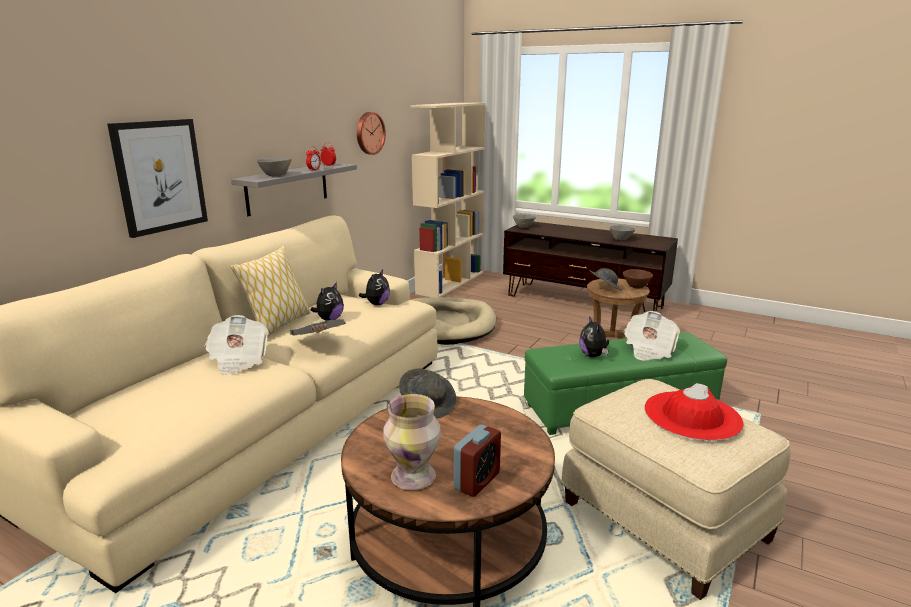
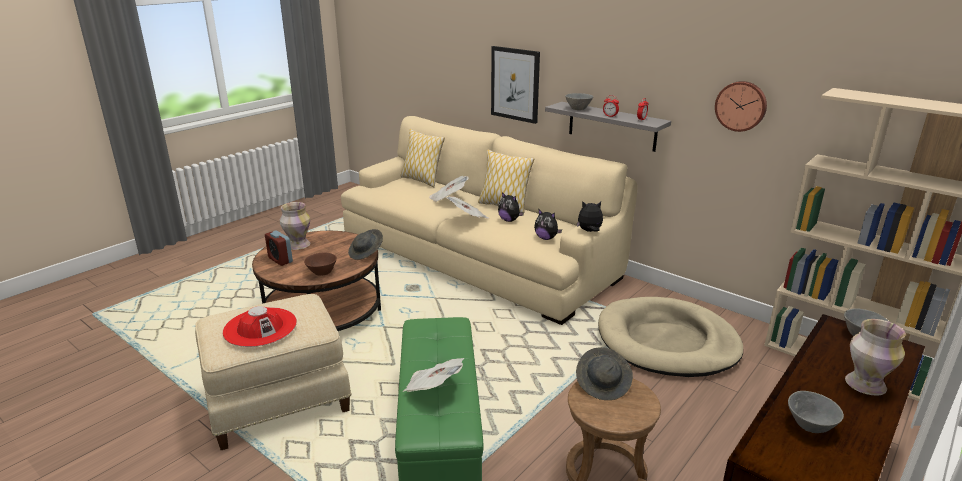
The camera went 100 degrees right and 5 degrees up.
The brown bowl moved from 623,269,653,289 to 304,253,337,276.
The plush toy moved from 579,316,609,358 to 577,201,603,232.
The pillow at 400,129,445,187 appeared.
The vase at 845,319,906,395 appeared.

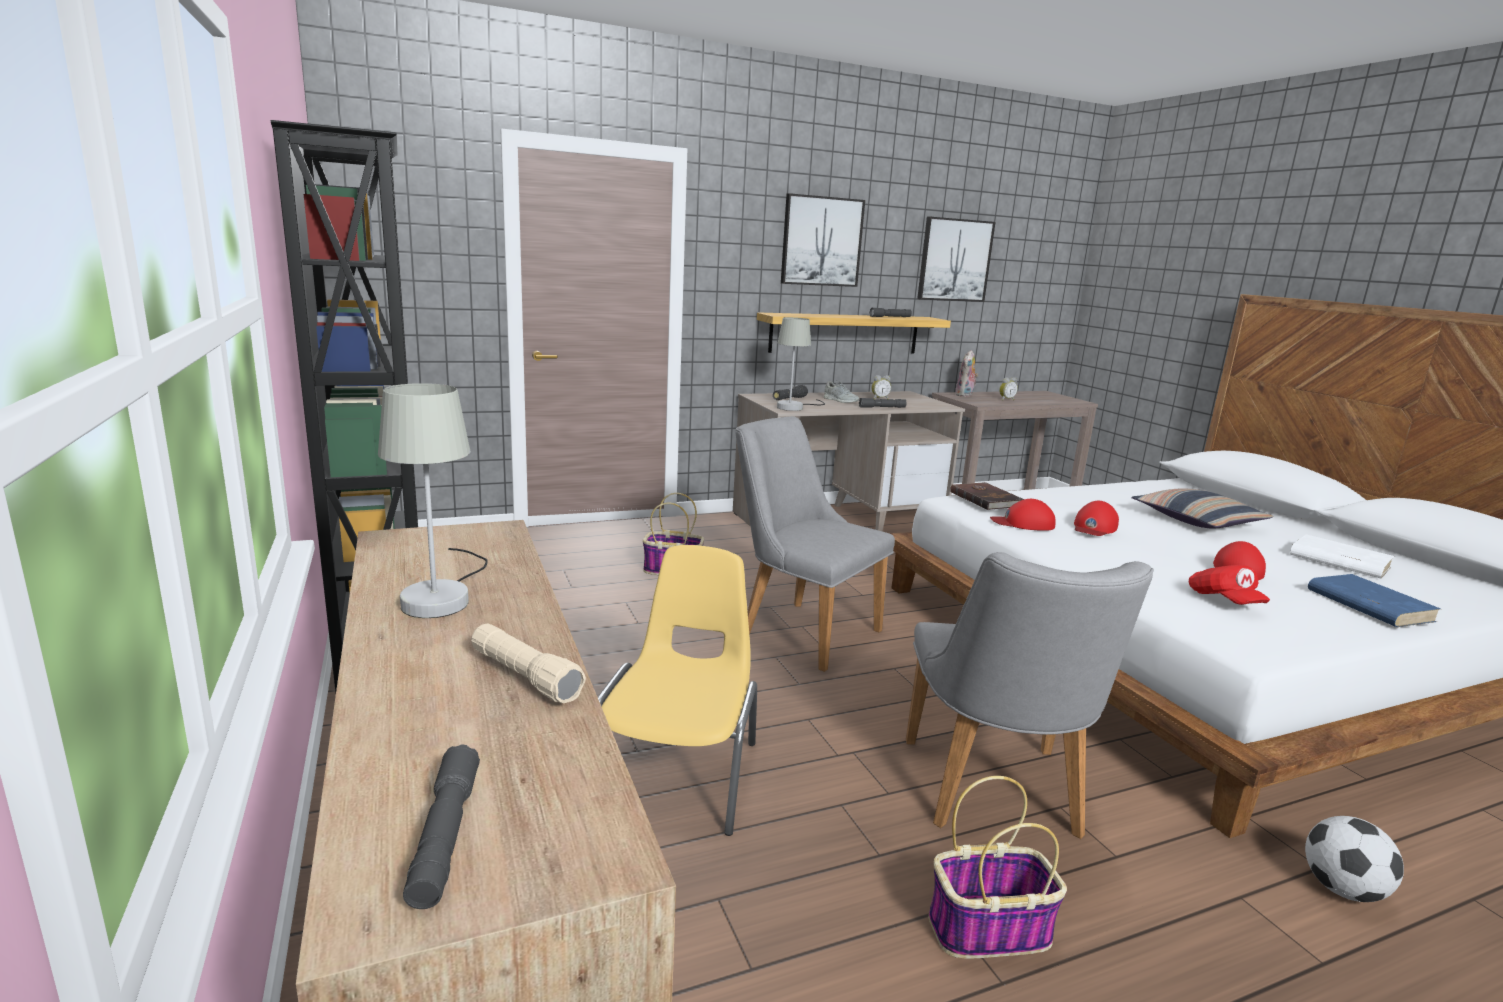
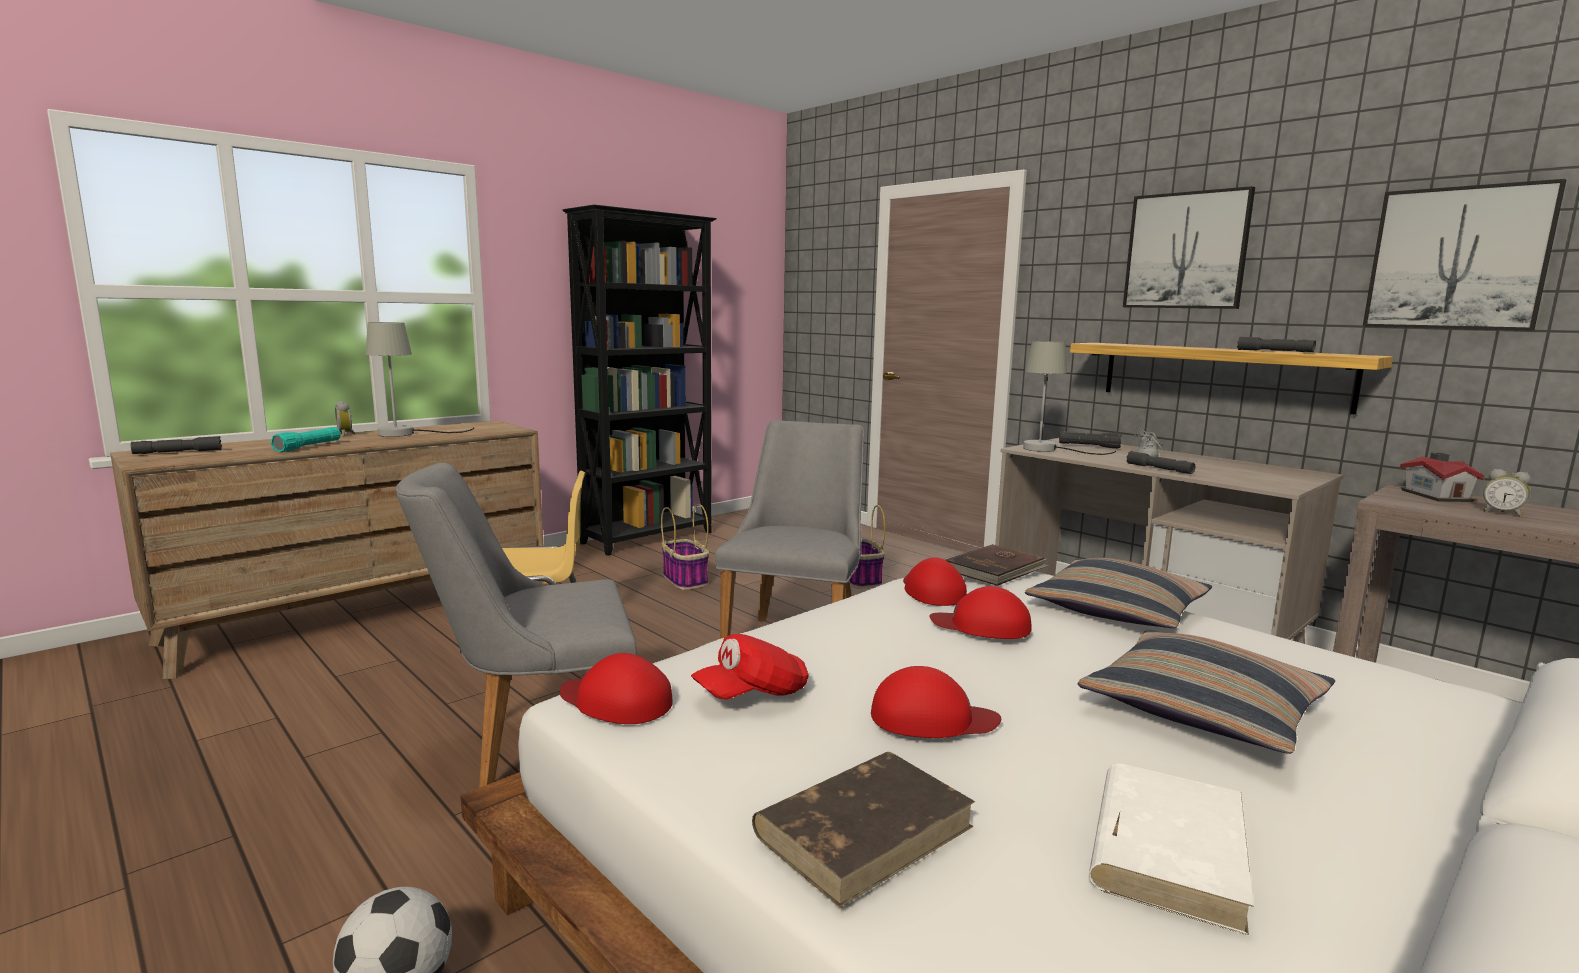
The camera went 70 degrees right and 5 degrees down.
The plush toy at 956,350,978,397 was replaced by the toy house at 1400,453,1485,502.
The alarm clock moved from 871,375,891,399 to 335,401,355,436.
The blue book at 1308,574,1441,627 became the brown book at 752,752,975,907.
The beige flashlight at 471,623,586,703 became the turquoise flashlight at 271,427,341,452.
The basket moved from 929,776,1067,958 to 661,504,709,590.
The pillow at 1025,558,1212,628 appeared.
The red cap at 560,653,673,724 appeared.

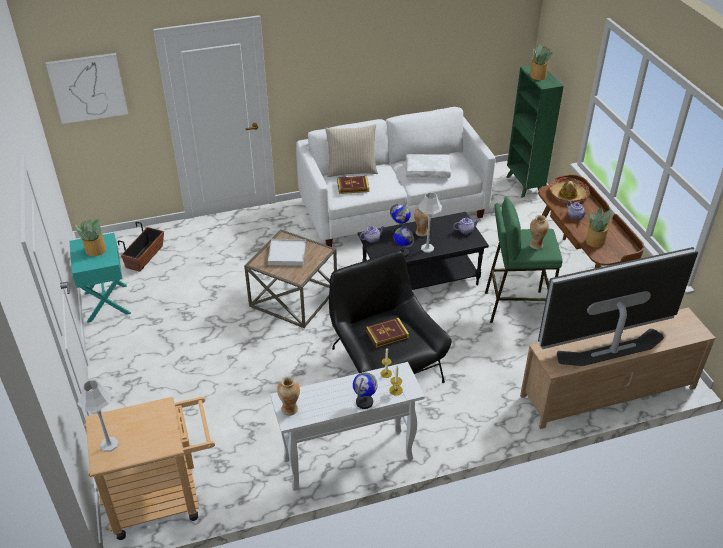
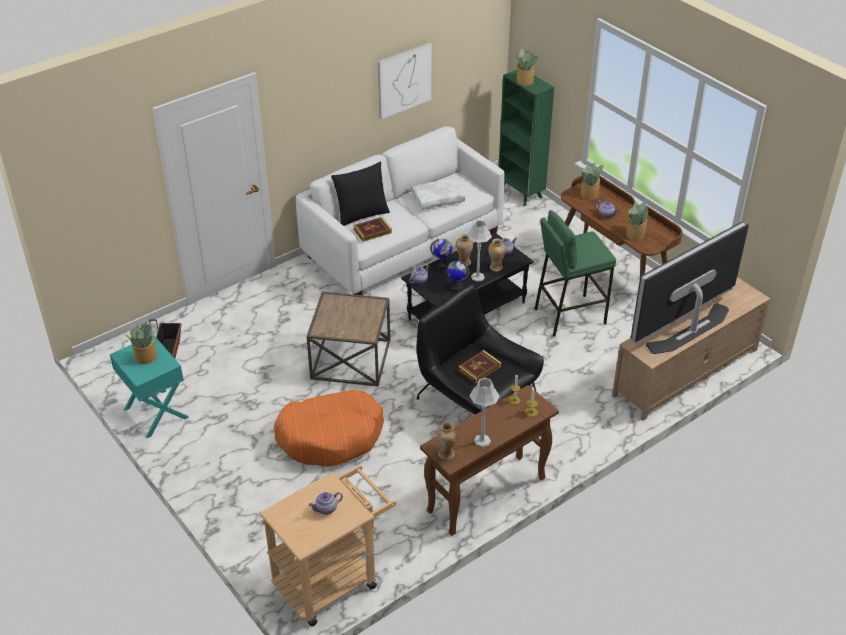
The camera went 20 degrees left and 0 degrees up.
The picture moved from 46,53,128,124 to 378,42,432,120.
The beige pillow at 325,124,378,177 became the black pillow at 331,162,390,226.
The hat at 549,177,590,202 was replaced by the potted plant at 580,162,603,200.
The vase moved from 530,215,549,249 to 488,239,506,271.
The white tray at 268,239,306,266 disappeared.
The white console table at 270,362,425,491 became the brown console table at 420,385,559,536.
The globe at 353,372,378,409 disappeared.
The grey table lamp moved from 78,380,119,452 to 469,378,500,447.
The orange dog bed at 274,390,384,467 appeared.
The teapot at 309,492,343,515 appeared.

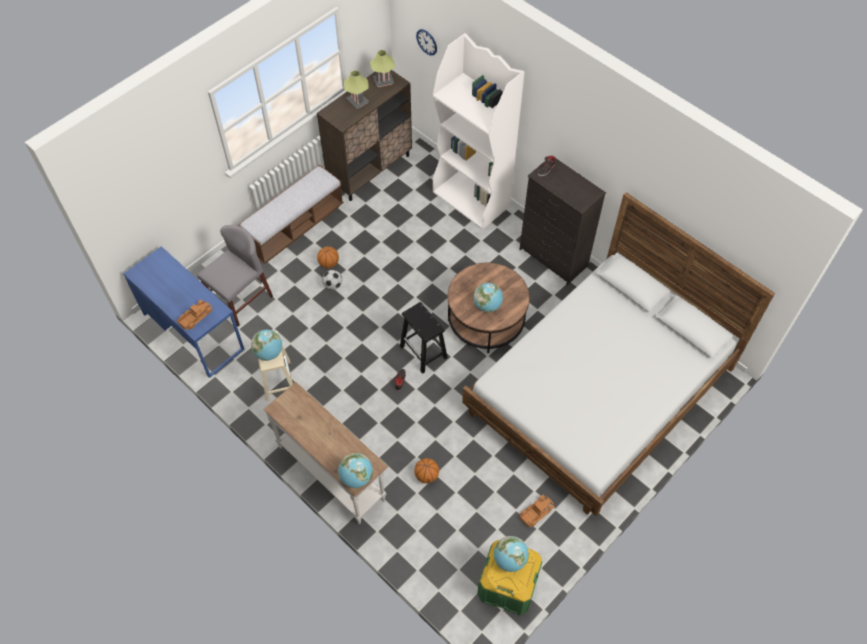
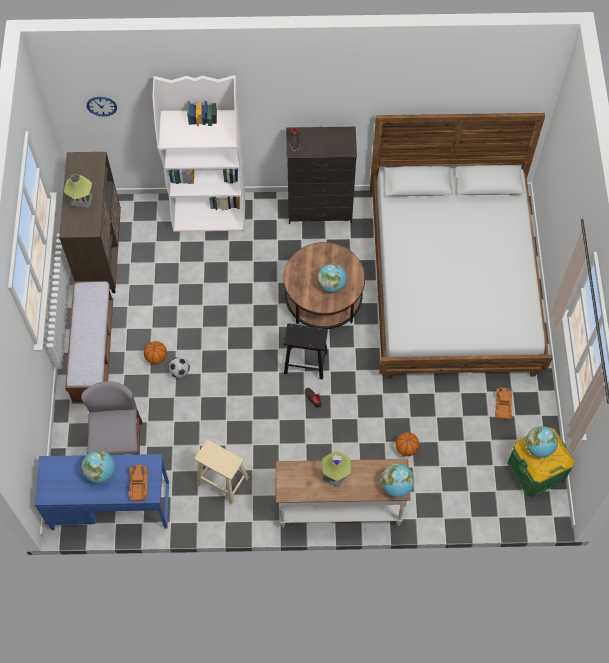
The camera went 45 degrees left and 5 degrees up.
The table lamp moved from 370,50,395,87 to 322,451,351,487.
The globe moved from 251,330,282,361 to 82,450,115,483.

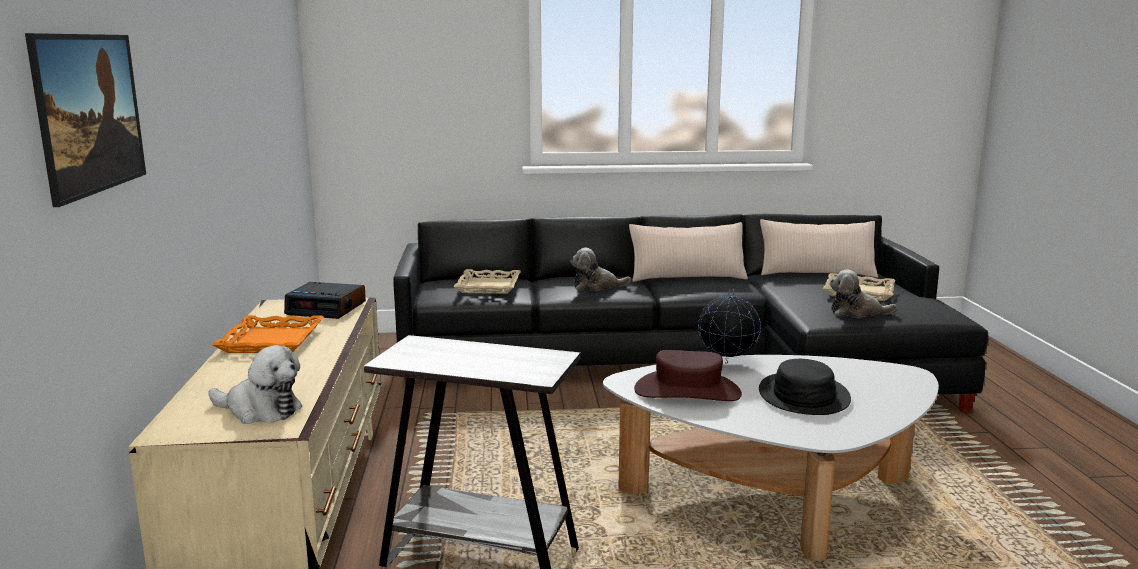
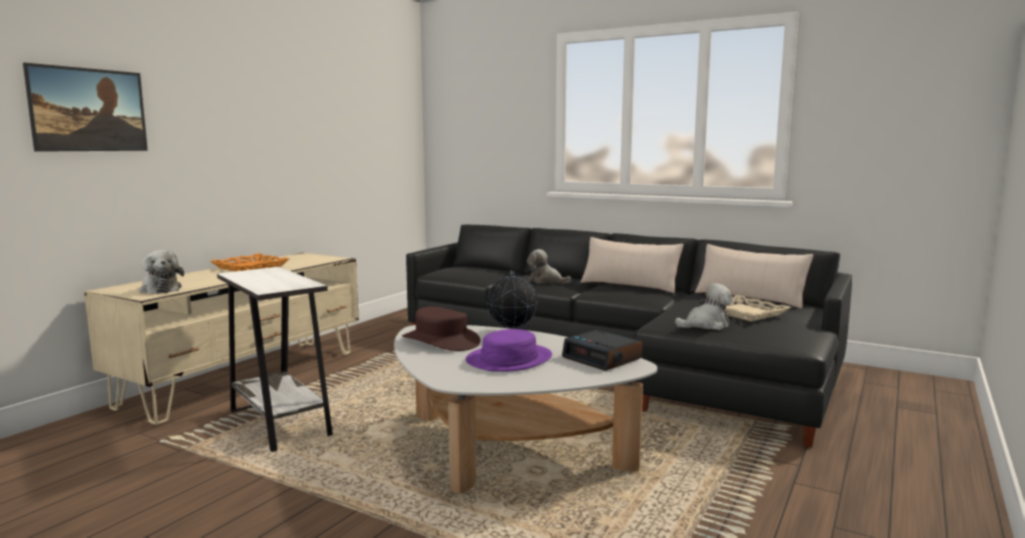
The camera went 35 degrees right and 5 degrees down.
The beige tray at 453,269,521,294 disappeared.
The plush toy at 830,270,897,318 turned 120 degrees clockwise.
The alarm clock moved from 284,282,366,319 to 562,330,643,371.
The black hat at 759,359,851,415 became the purple hat at 466,329,552,372.

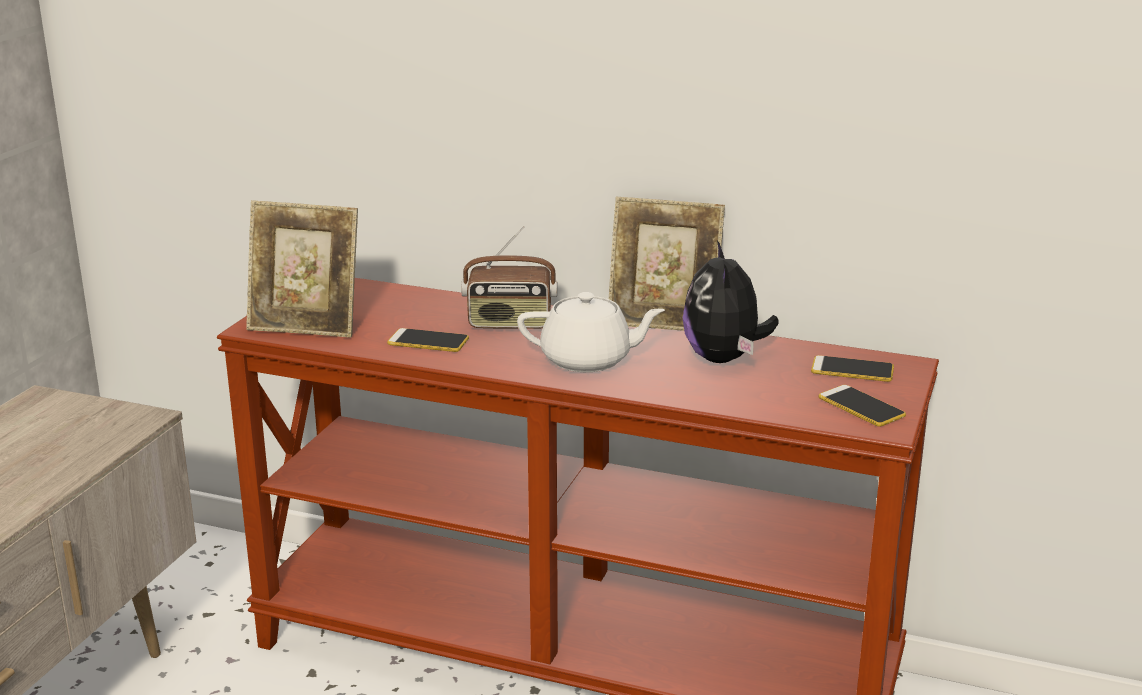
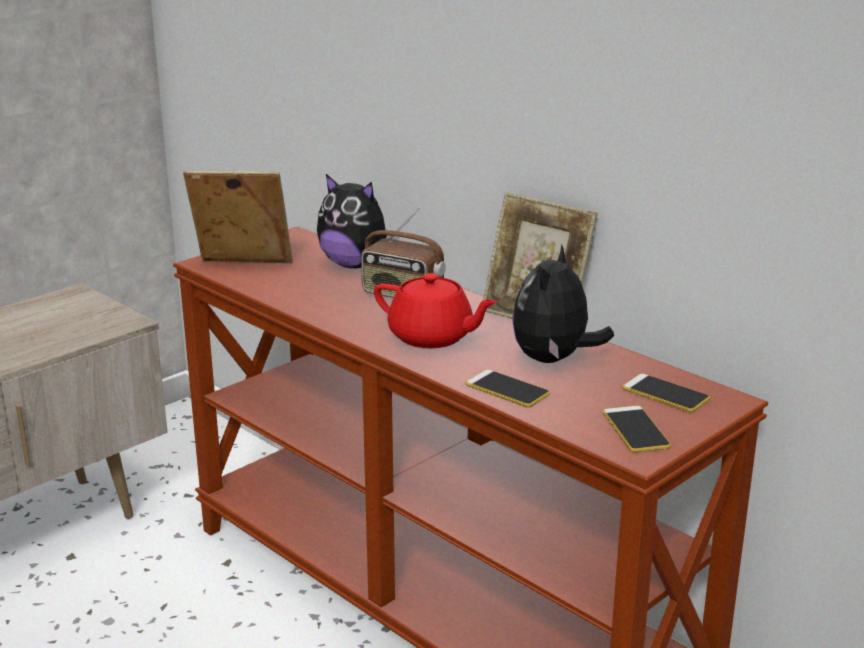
The camera went 25 degrees right and 0 degrees up.
The picture frame at 246,200,358,337 turned 150 degrees clockwise.
The white teapot at 517,292,665,372 became the red teapot at 374,273,497,349.
The phone moved from 387,328,469,352 to 465,370,550,408.
The plush toy at 317,174,399,268 appeared.

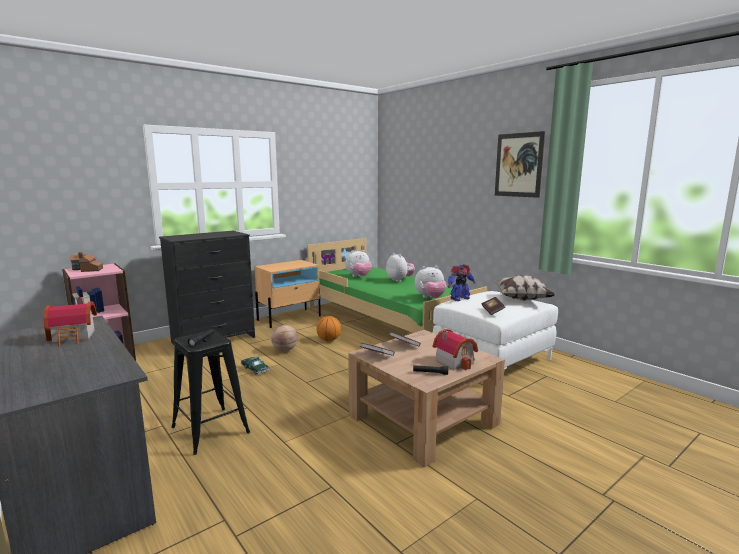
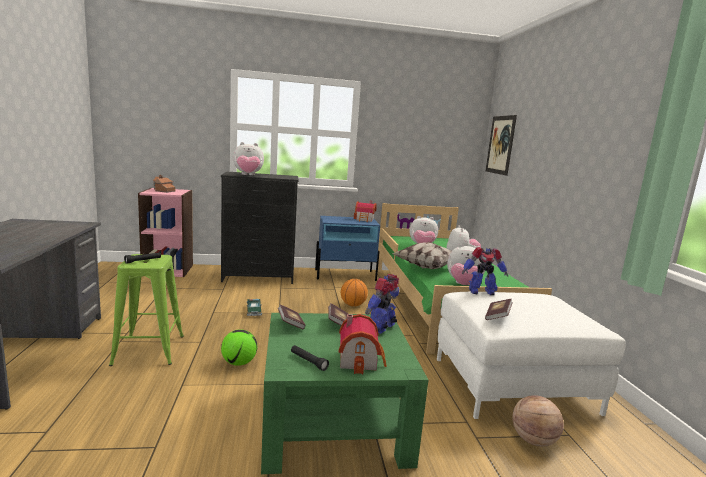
The camera went 30 degrees right and 0 degrees up.
The picture moved from 495,131,545,198 to 486,115,517,176.
The beige nightstand at 254,260,321,328 became the blue nightstand at 315,216,380,281.
The pillow moved from 492,275,555,301 to 392,242,452,269.
The toy house moved from 44,297,97,346 to 354,201,376,222.
The basketball moved from 271,325,298,351 to 512,395,564,447.
The black stool at 171,330,250,455 became the green stool at 109,254,184,366.
The brown coffee table at 348,330,505,467 became the green coffee table at 261,313,428,474.
The plush toy at 233,142,264,175 appeared.
The toy robot at 365,274,399,334 appeared.
The football at 221,329,257,366 appeared.

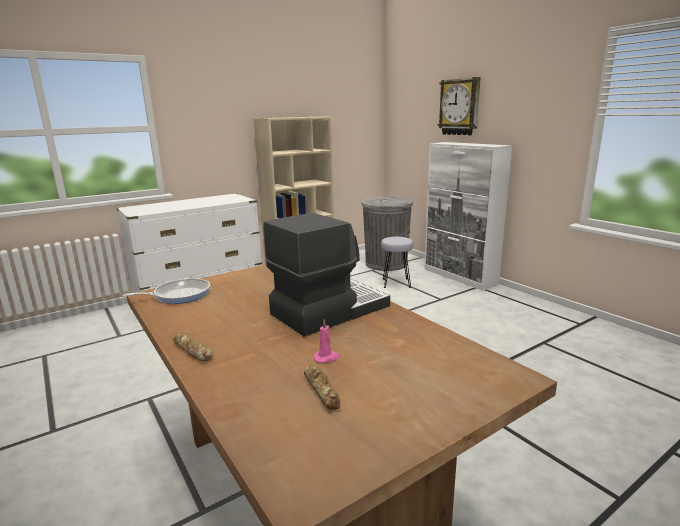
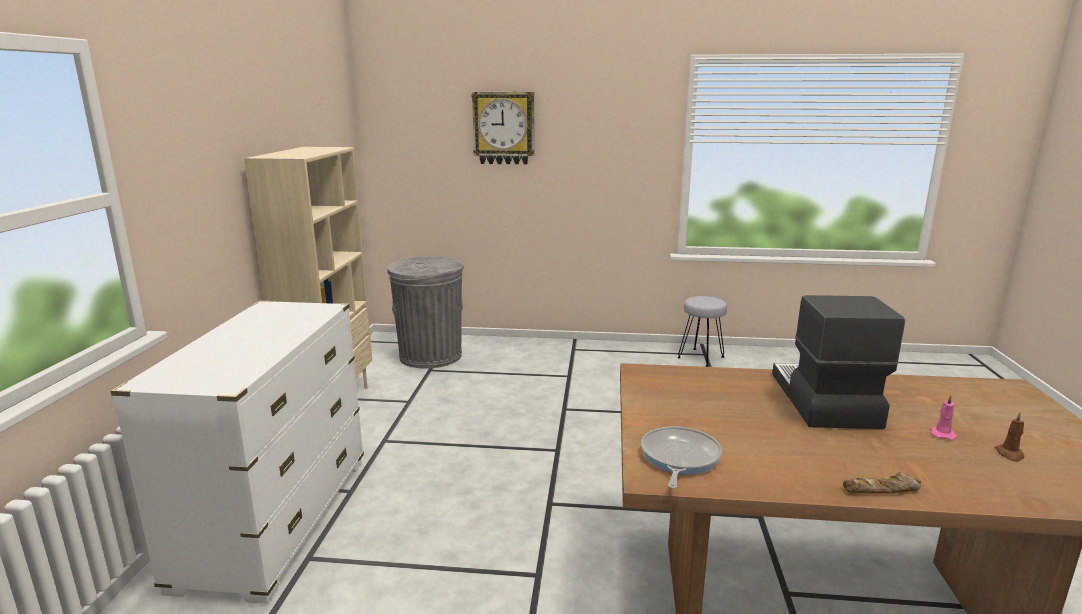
The camera went 50 degrees left and 0 degrees up.
The white cabinet at 424,142,512,291 disappeared.
The grey stool moved from 381,237,413,288 to 677,296,727,367.
The bread at 304,365,340,410 was replaced by the brown candle at 994,412,1024,462.

